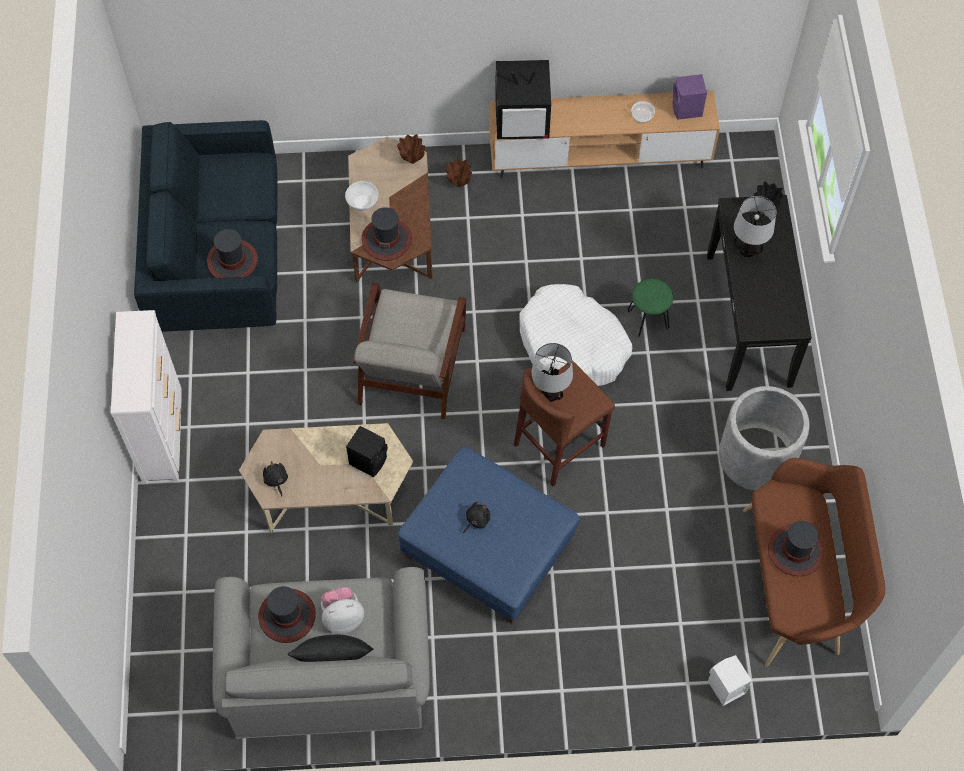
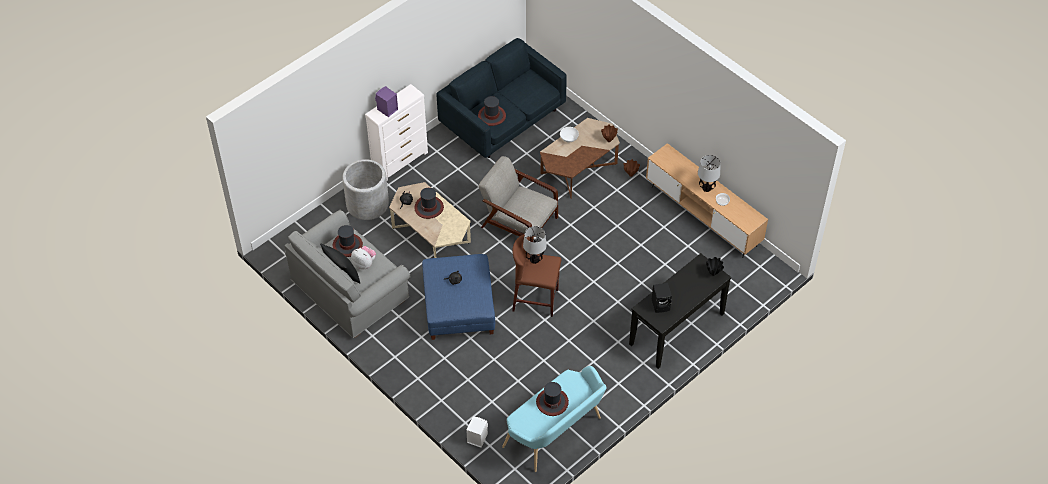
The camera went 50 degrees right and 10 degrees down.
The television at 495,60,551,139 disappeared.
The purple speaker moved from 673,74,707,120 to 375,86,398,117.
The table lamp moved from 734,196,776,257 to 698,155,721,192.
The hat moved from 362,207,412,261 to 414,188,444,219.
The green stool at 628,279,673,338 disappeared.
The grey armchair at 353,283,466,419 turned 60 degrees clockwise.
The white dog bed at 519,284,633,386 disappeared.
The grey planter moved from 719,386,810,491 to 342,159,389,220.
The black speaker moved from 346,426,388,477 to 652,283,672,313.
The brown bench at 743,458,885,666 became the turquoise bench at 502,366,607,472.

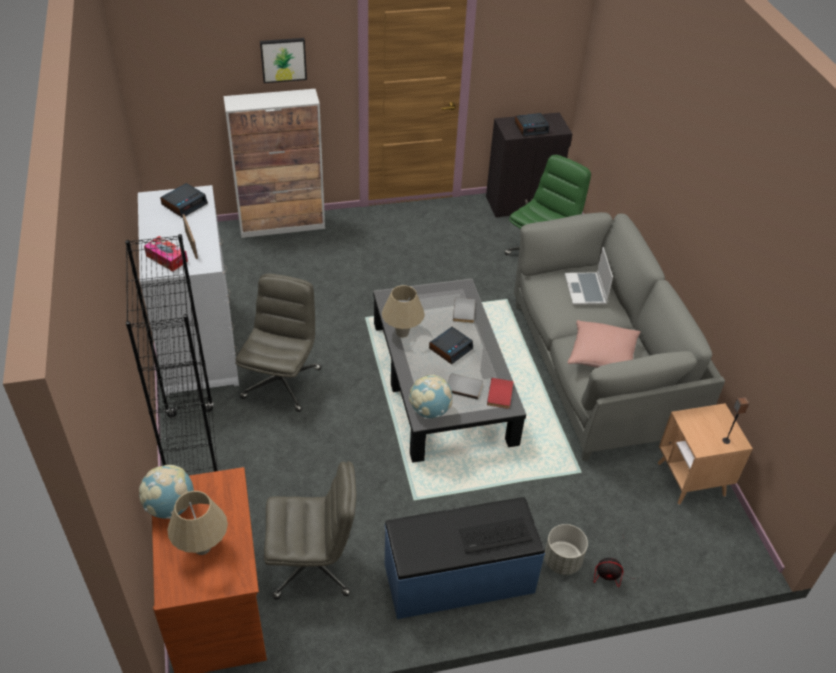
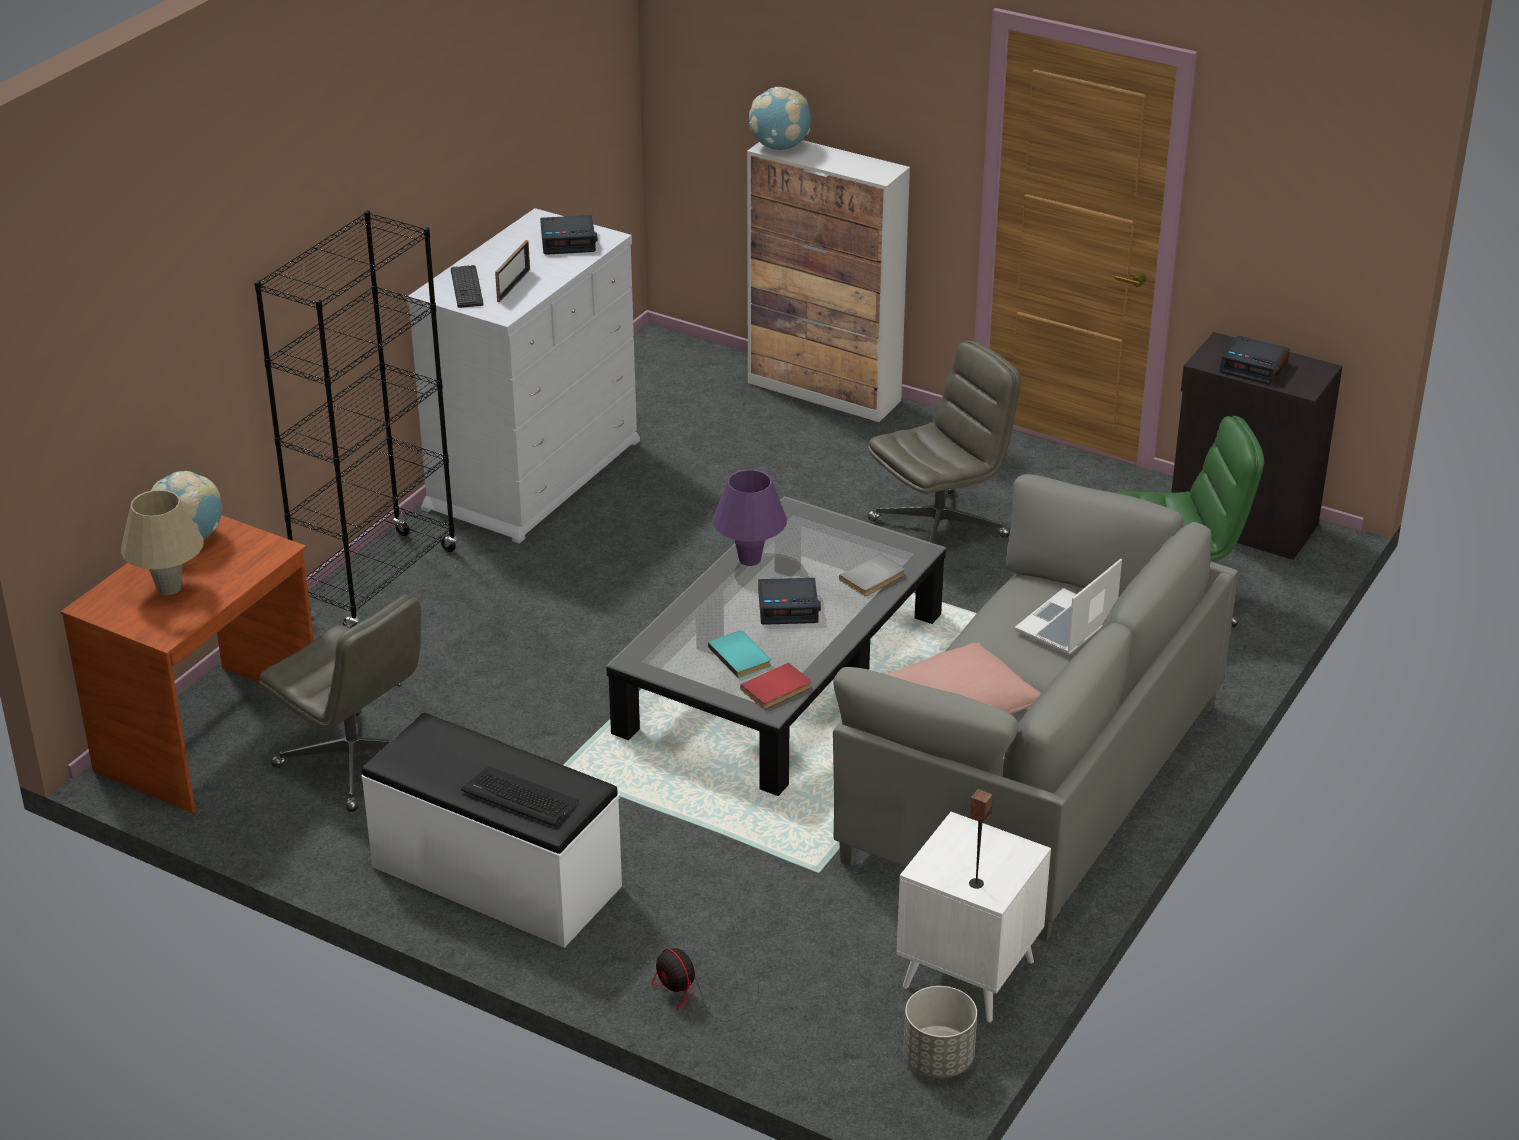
The camera went 45 degrees right and 10 degrees down.
The picture at 260,38,307,83 disappeared.
The tissue box at 144,236,188,271 was replaced by the keyboard at 451,265,483,308.
The grey office chair moved from 235,274,321,412 to 867,341,1021,543.
The beige table lamp at 382,285,425,338 became the purple table lamp at 713,469,787,566.
The grey book at 448,374,483,399 became the turquoise book at 708,631,771,678.
The globe moved from 409,375,453,418 to 749,87,811,150.
The brown side table at 658,403,753,505 became the white side table at 896,812,1051,1022.
The blue bench at 385,497,545,619 became the white bench at 361,713,622,948.
The grey planter moved from 544,524,588,575 to 903,986,977,1078.

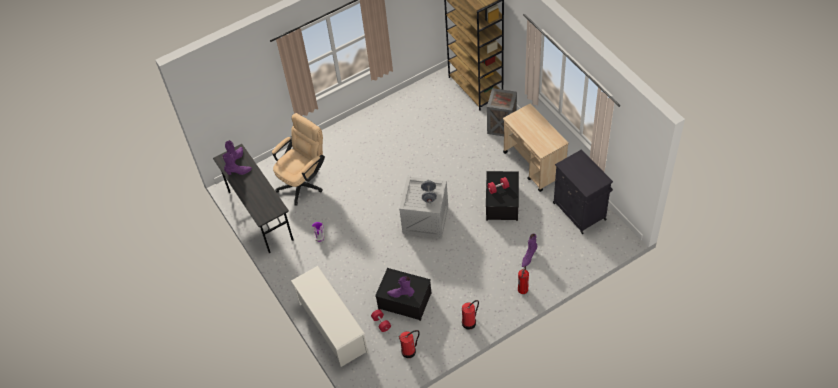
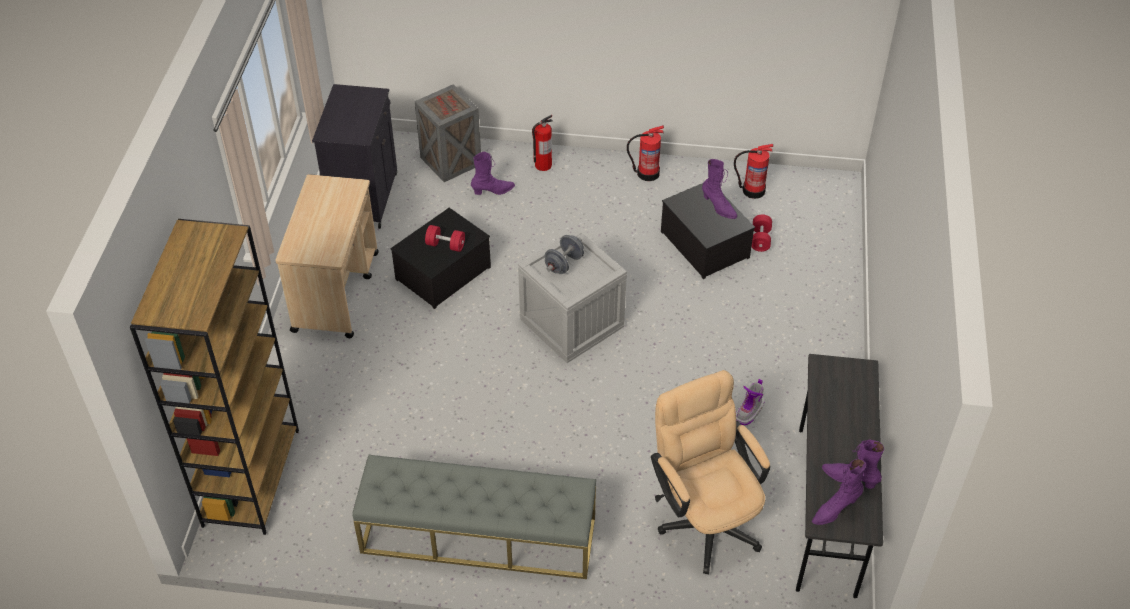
The camera went 145 degrees left and 5 degrees down.
The crate moved from 487,88,517,136 to 415,84,481,182.
The beige office chair at 272,113,325,206 turned 75 degrees clockwise.
The white shoe rack at 291,266,368,367 disappeared.
The grey bench at 353,455,596,579 appeared.

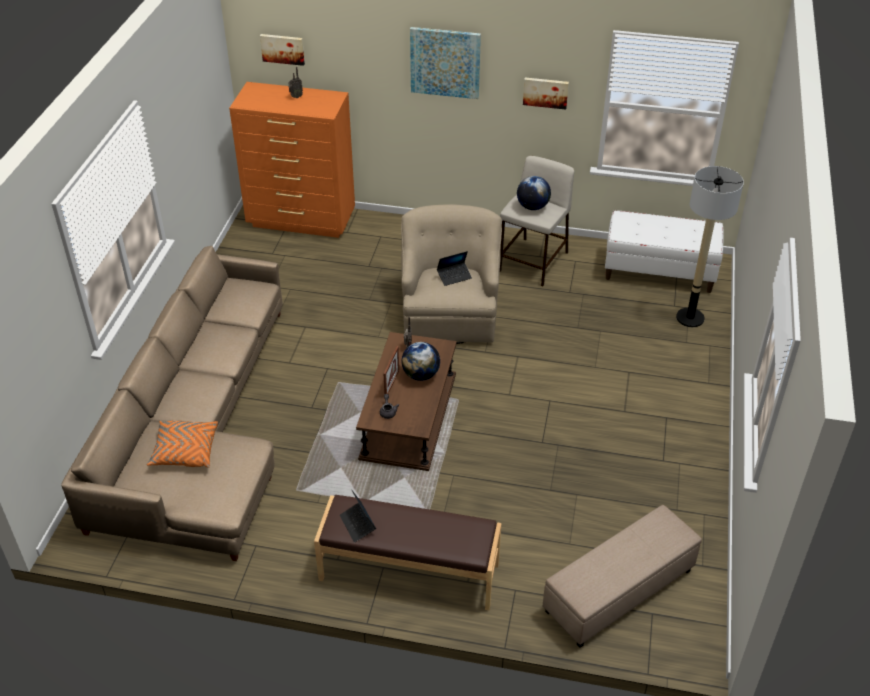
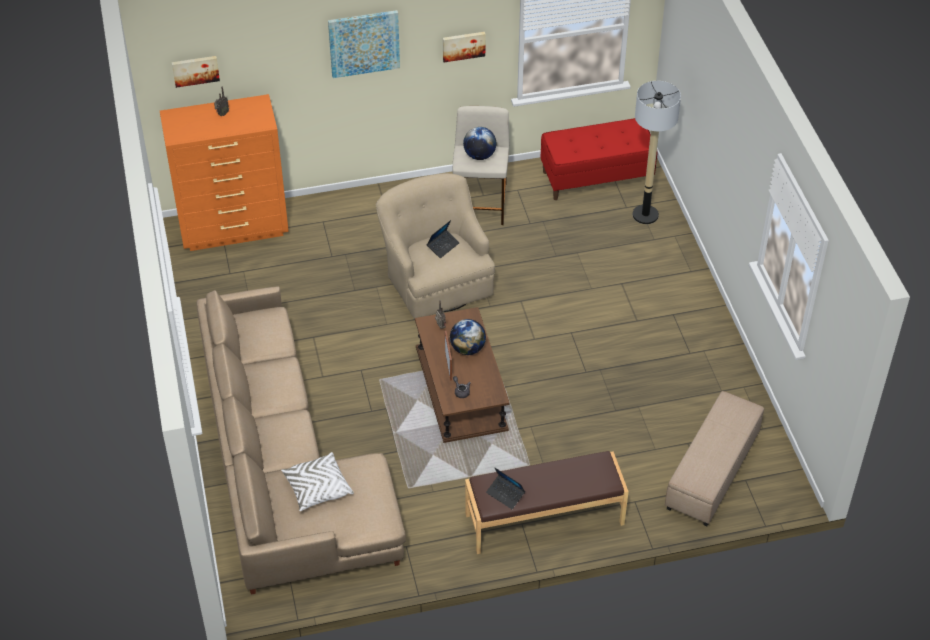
The camera went 25 degrees left and 5 degrees up.
The white bench at 605,210,724,293 became the red bench at 541,118,657,200.
The orange pillow at 147,421,218,468 became the white pillow at 281,452,354,511.

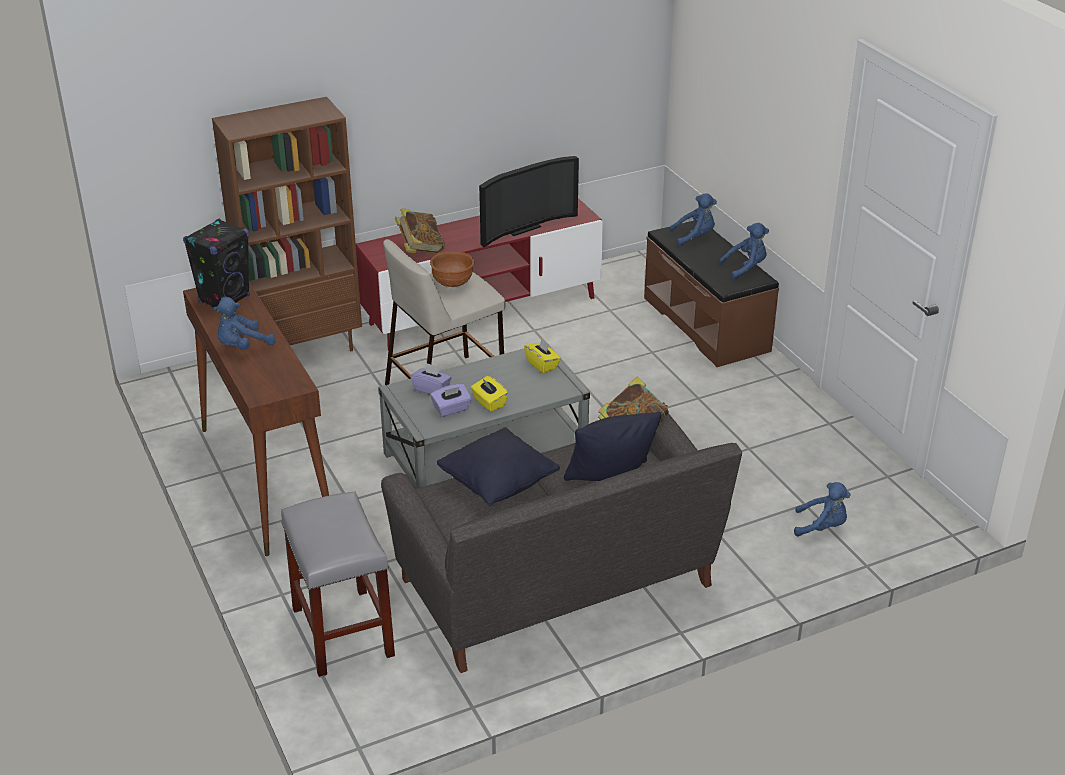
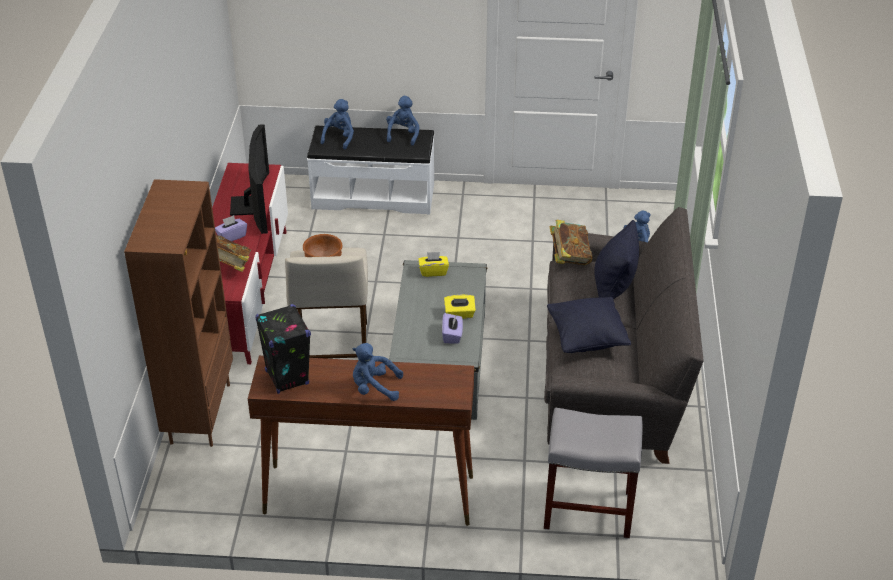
The camera went 60 degrees left and 5 degrees up.
The brown bench at 644,220,779,367 became the white bench at 307,126,434,214.
The blue plush toy at 213,297,276,350 turned 105 degrees clockwise.
The purple tissue box moved from 411,363,452,394 to 215,215,247,241.

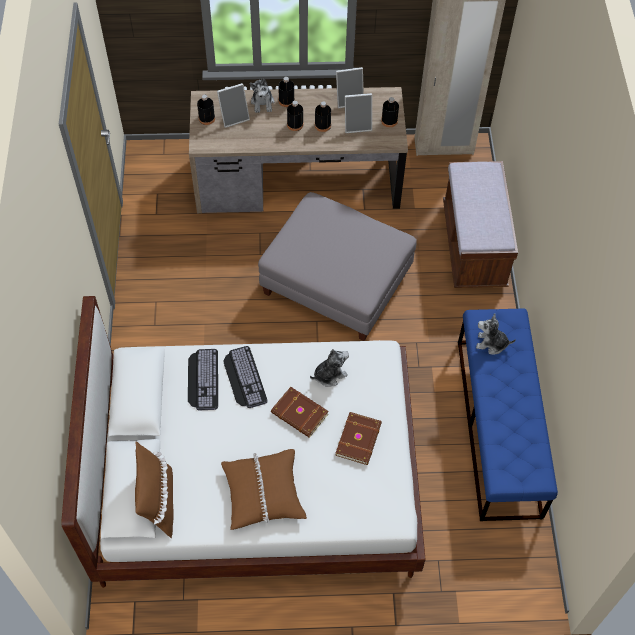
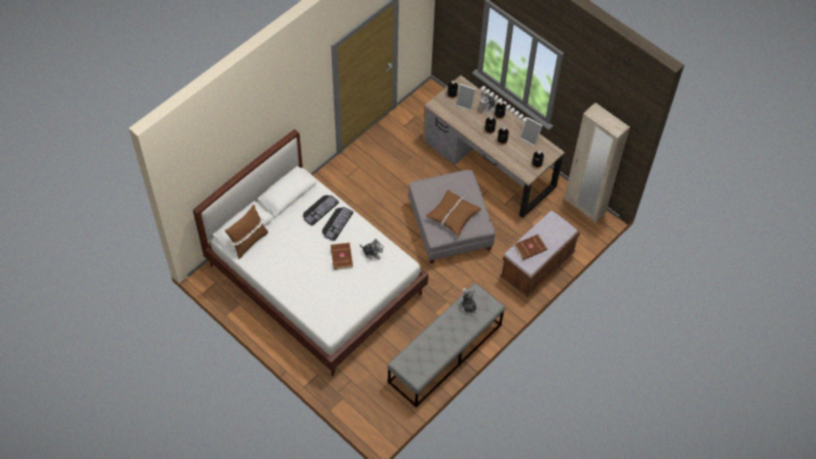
The camera went 45 degrees right and 0 degrees up.
The picture frame at 345,93,372,133 disappeared.
The blue bench at 458,309,558,521 became the grey bench at 387,283,505,407.
The brown book moved from 335,412,382,465 to 515,234,547,260.
The brown pillow moved from 221,449,307,530 to 426,190,481,237.

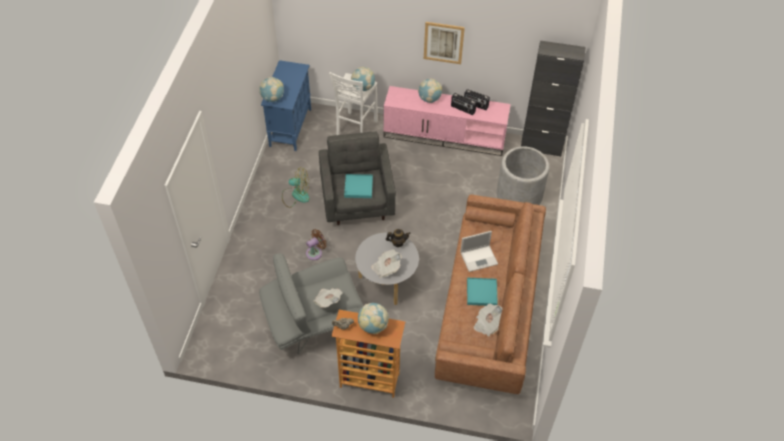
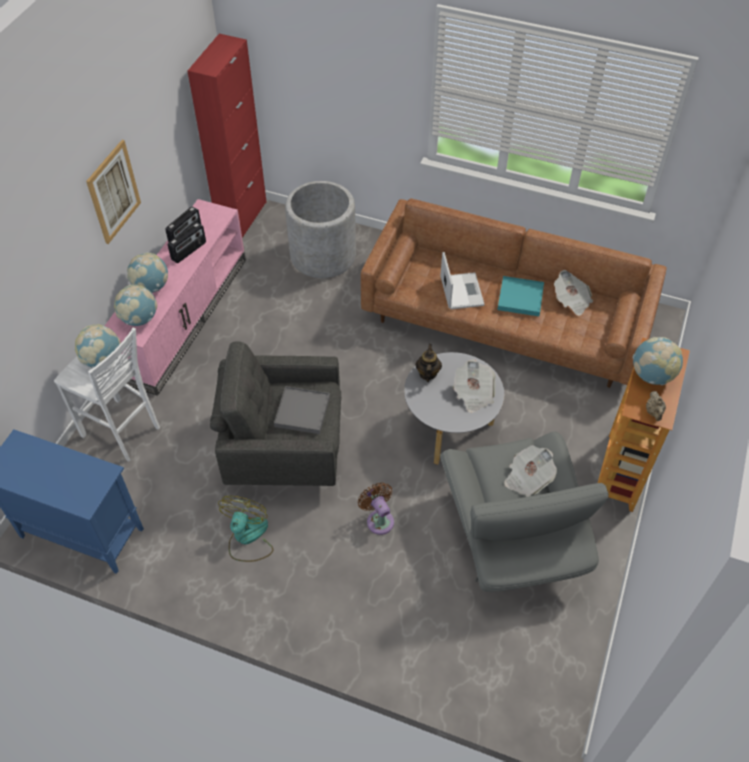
The camera went 80 degrees left and 0 degrees up.
The black cabinet at 521,41,586,157 became the red cabinet at 188,34,266,238.
The globe moved from 259,77,284,102 to 114,285,158,326.
The turquoise tray at 344,174,373,198 became the grey tray at 274,386,330,434.

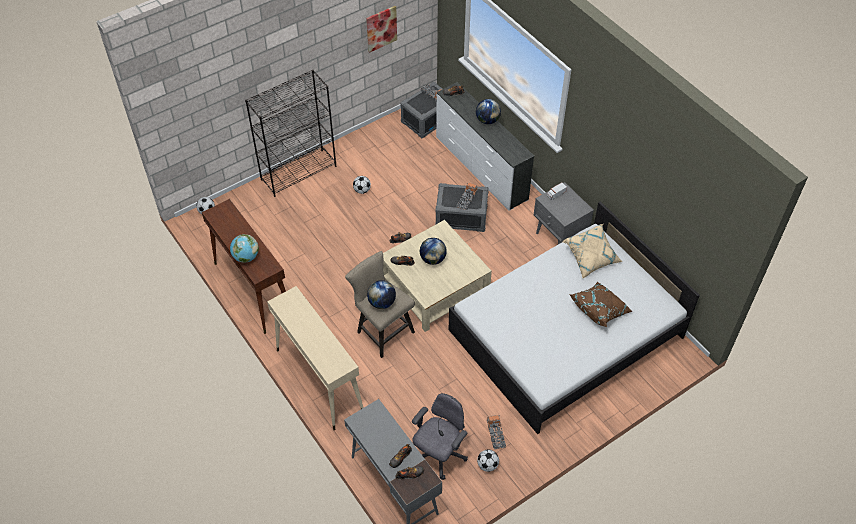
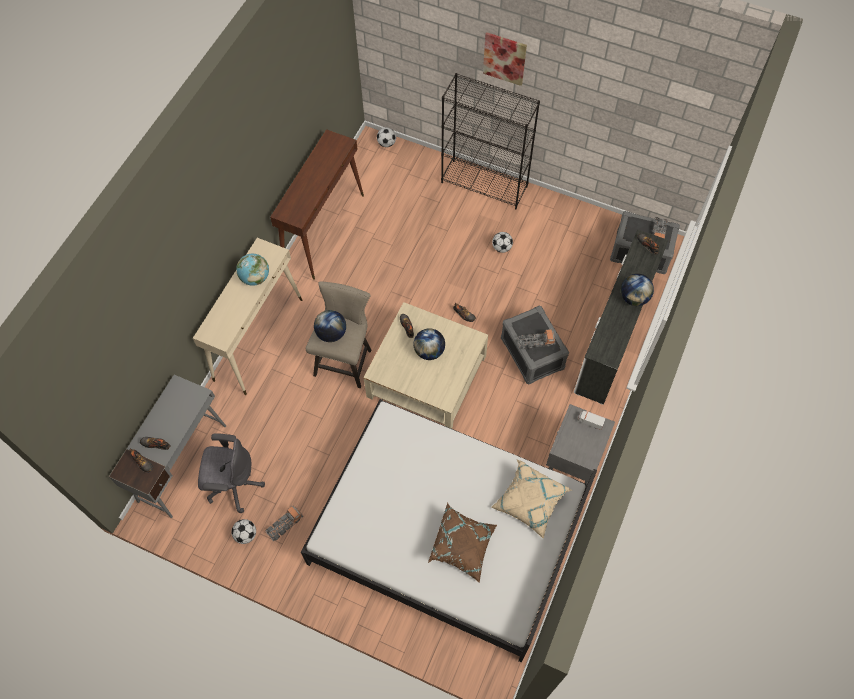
The camera went 60 degrees right and 10 degrees up.
The picture moved from 366,6,397,53 to 483,32,527,86.
The globe moved from 230,234,259,263 to 236,254,269,286.

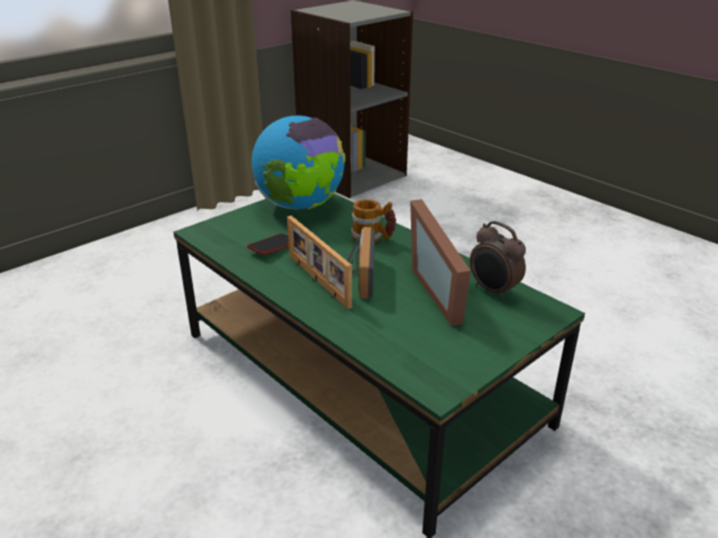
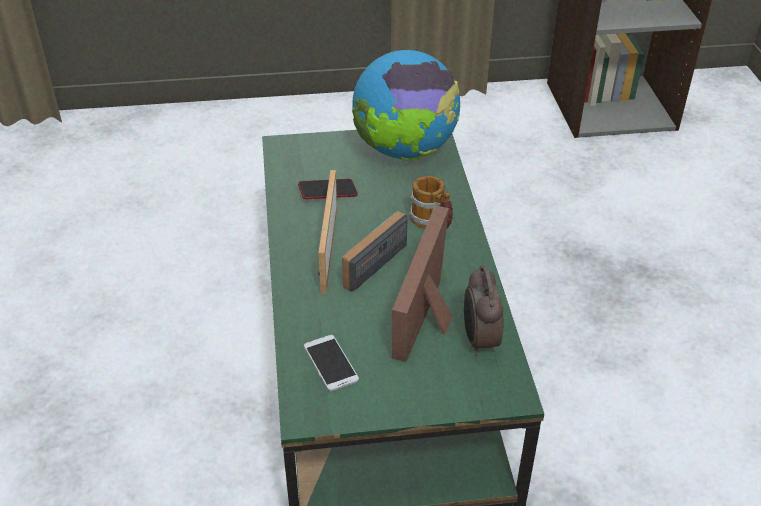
The camera went 35 degrees right and 10 degrees up.
The phone at 304,335,359,391 appeared.

